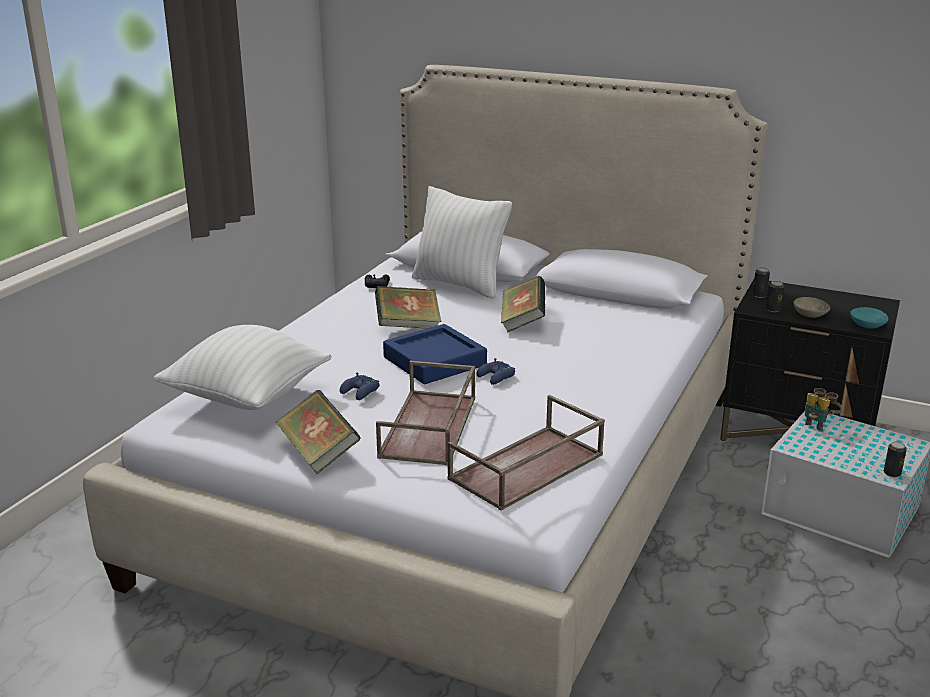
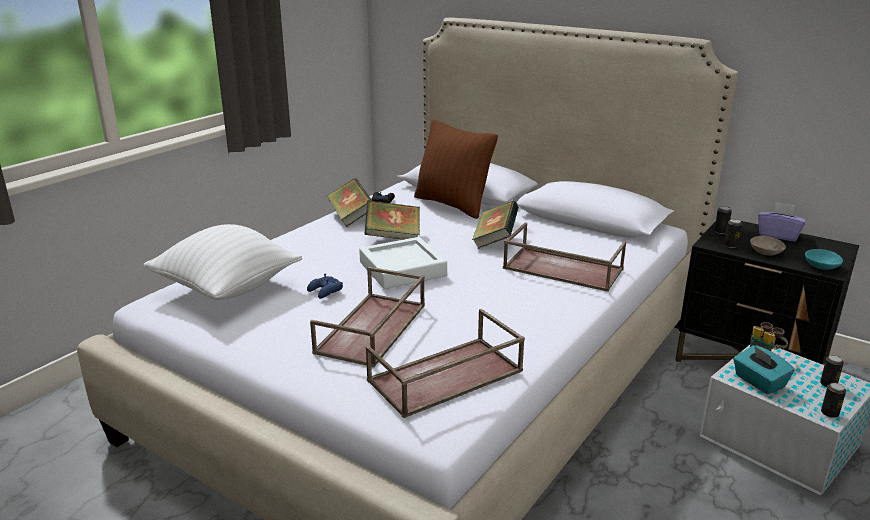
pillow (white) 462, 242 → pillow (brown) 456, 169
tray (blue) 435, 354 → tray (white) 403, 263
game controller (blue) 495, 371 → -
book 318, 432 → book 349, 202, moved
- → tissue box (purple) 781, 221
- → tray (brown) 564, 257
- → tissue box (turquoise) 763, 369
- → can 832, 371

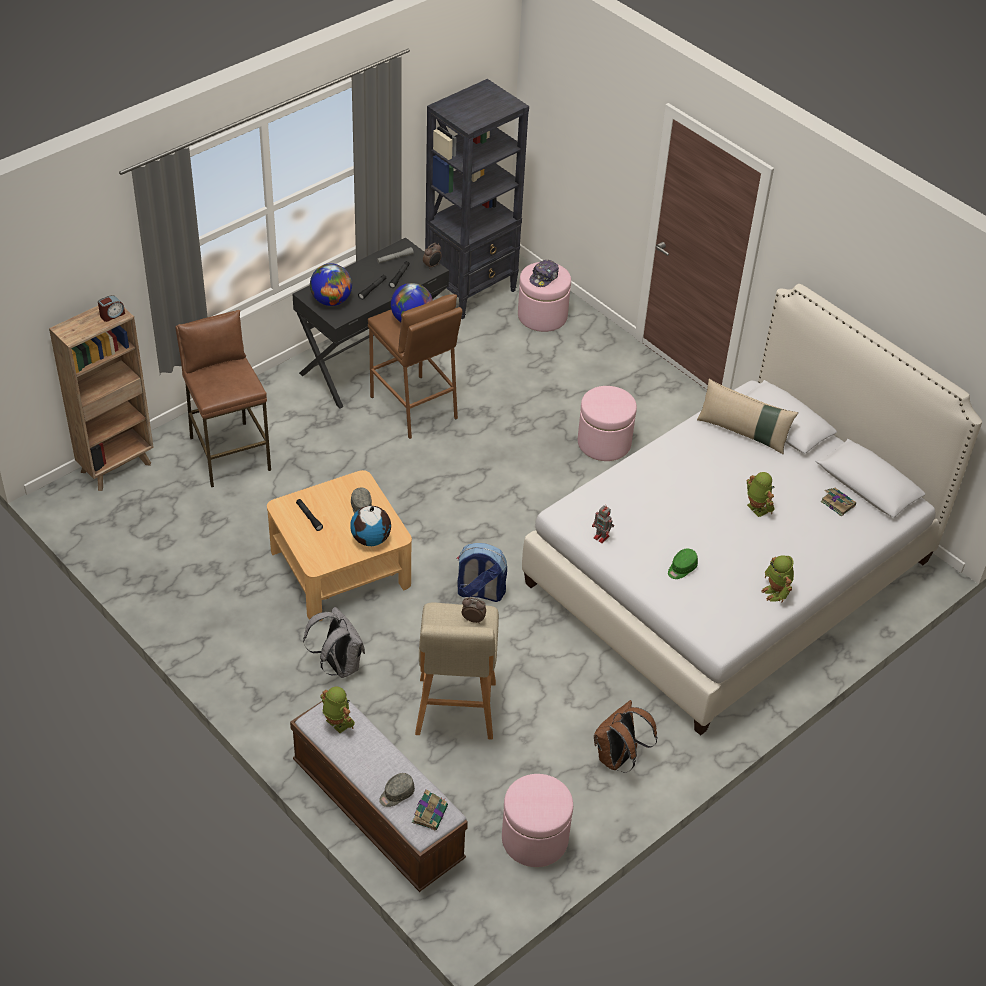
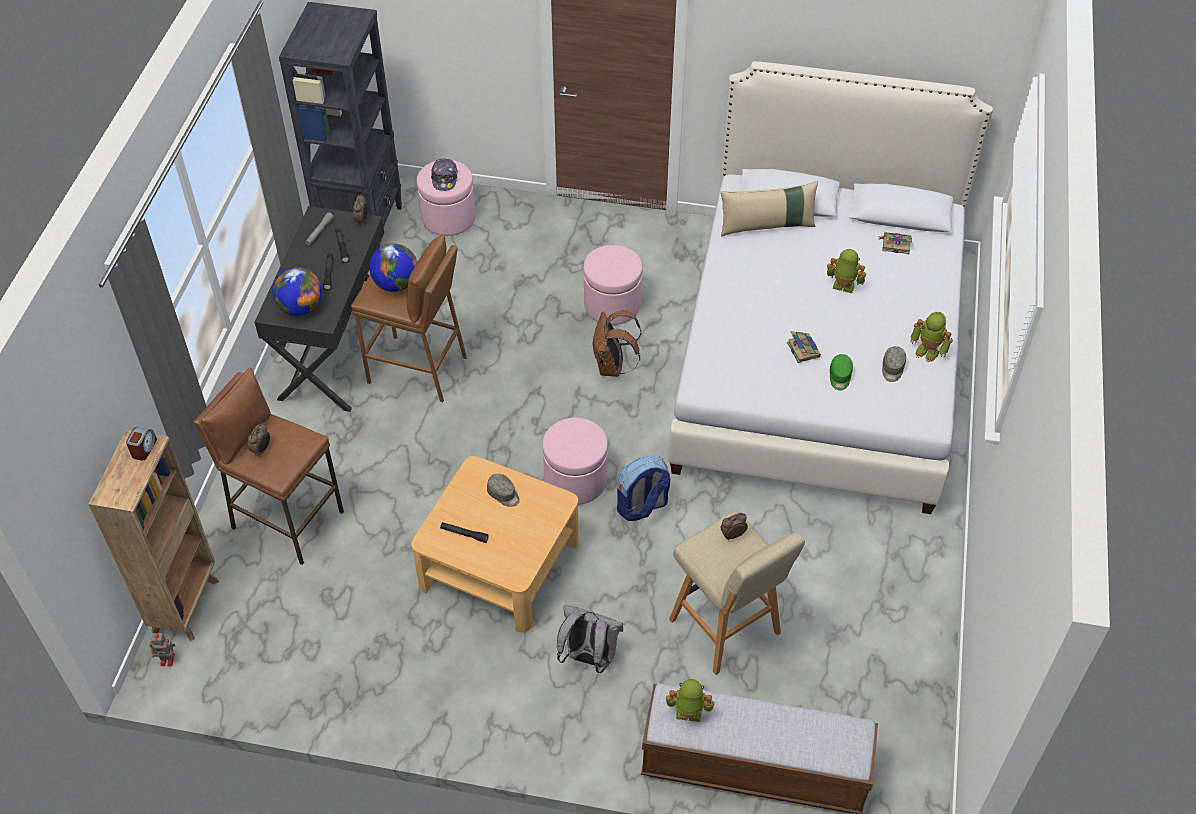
toy robot 603, 524 → toy robot 162, 649, moved
globe 370, 526 → -
backpack (brown) 625, 736 → backpack (brown) 616, 343, moved
cap (grey) 397, 790 → cap (grey) 894, 364, moved
ottoman (pink) 537, 820 → ottoman (pink) 575, 461, moved
book 430, 809 → book 804, 347, moved
- → alarm clock 259, 440

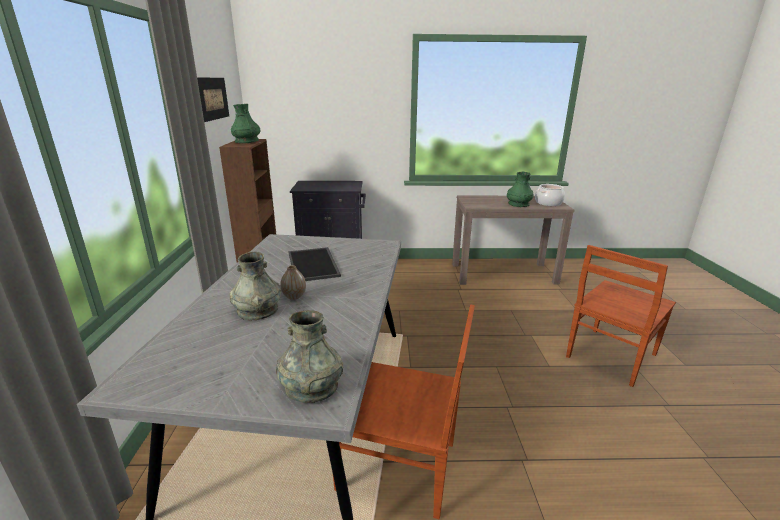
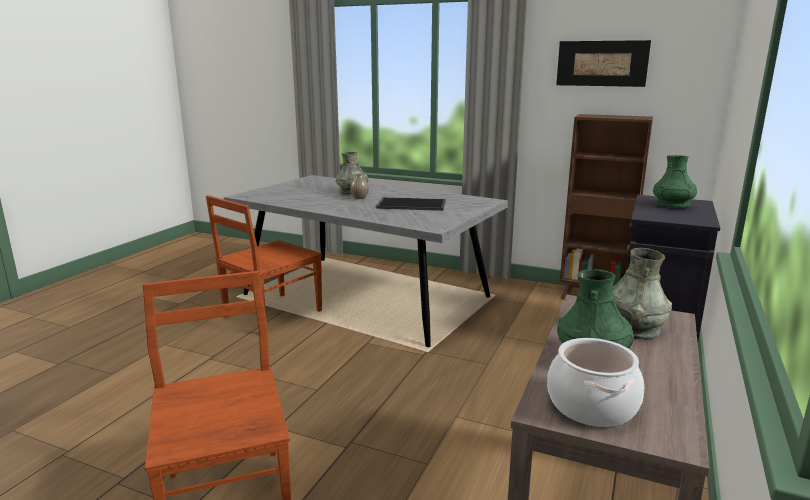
vase (green) 245, 123 → vase (green) 675, 181, moved
vase (grey) 309, 356 → vase (grey) 642, 294, moved

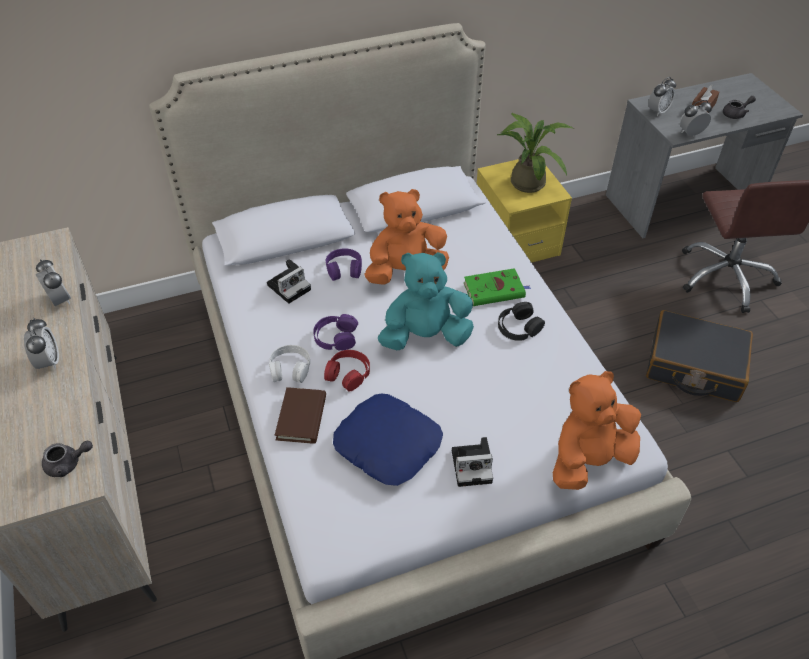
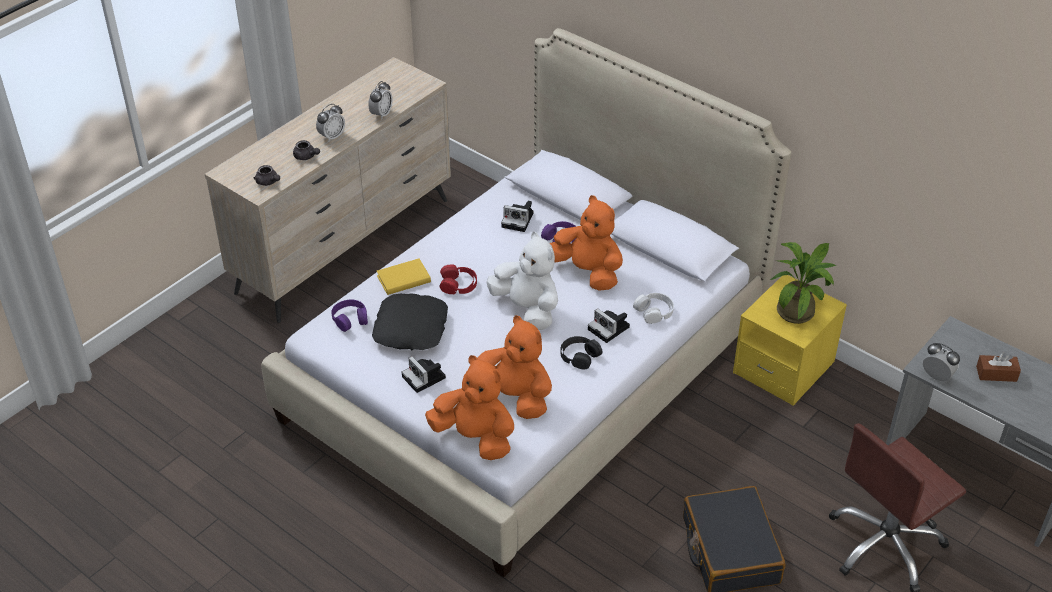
alarm clock 662, 96 → -
teapot (grey) 739, 107 → teapot (grey) 306, 150, moved
plush toy (turquoise) 426, 301 → plush toy (white) 522, 281
book (green) 497, 287 → photo camera 609, 325
headphones (purple) 335, 332 → headphones (purple) 349, 316, moved
headphones (white) 289, 364 → headphones (white) 653, 308, moved
book (brown) 300, 415 → book (yellow) 404, 277
pillow (blue) 388, 440 → pillow (black) 410, 322
- → plush toy (orange) 515, 367

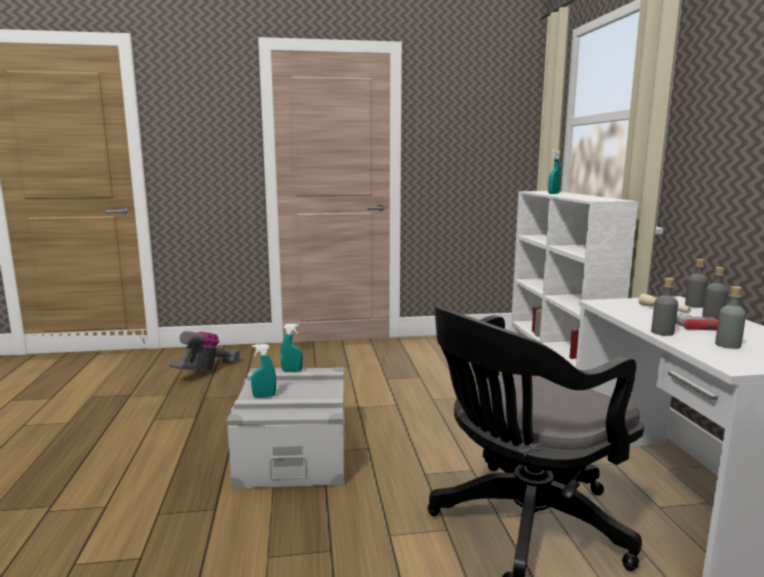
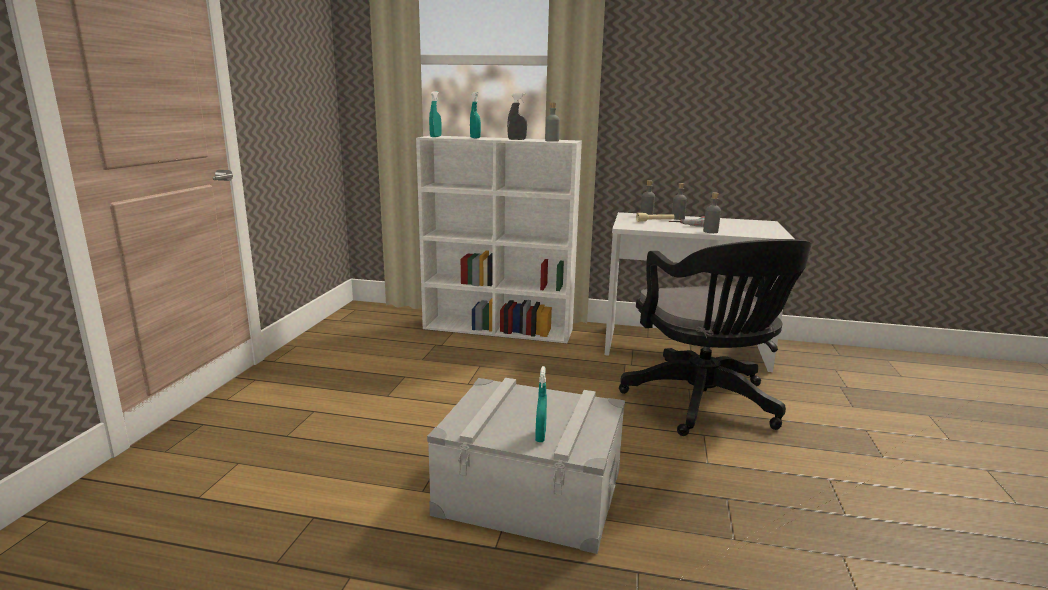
bottle (grey) 730, 317 → bottle (grey) 552, 122, moved
spray bottle (turquoise) 292, 348 → spray bottle (turquoise) 435, 114, moved
vacuum cleaner 205, 351 → -
- → spray bottle (grey) 517, 116

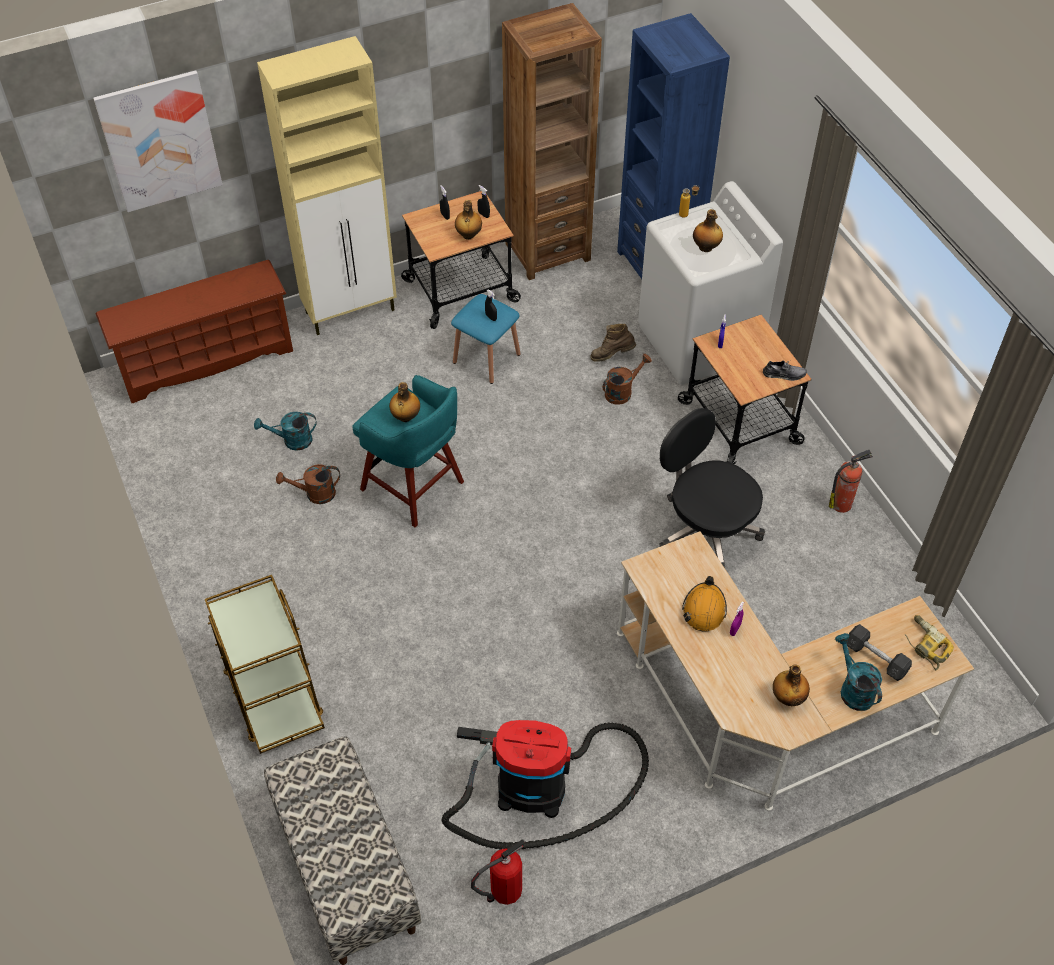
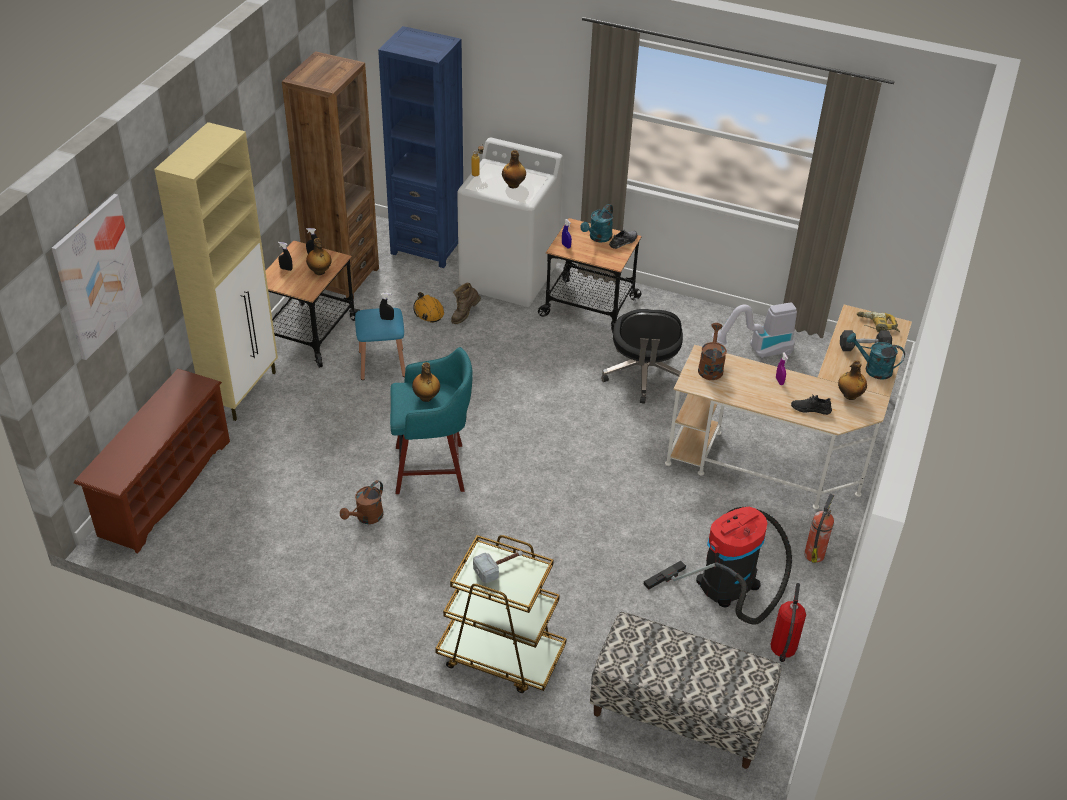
watering can (brown) 627, 379 → watering can (brown) 712, 351, moved
office chair (black) 712, 488 → office chair (black) 642, 356, 90 degrees counterclockwise
watering can (turquoise) 285, 431 → watering can (turquoise) 596, 223, moved
fire extinguisher 851, 481 → fire extinguisher 819, 528, moved
hard hat (orange) 704, 604 → hard hat (orange) 428, 307, moved
- → vacuum cleaner 754, 330
- → shoe (black) 811, 404
- → hammer 498, 567

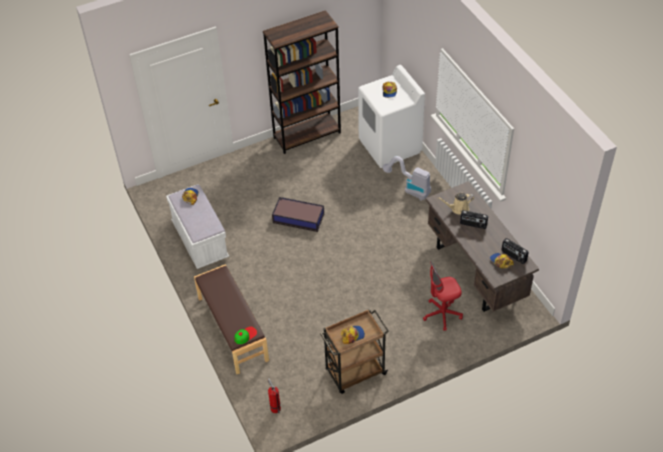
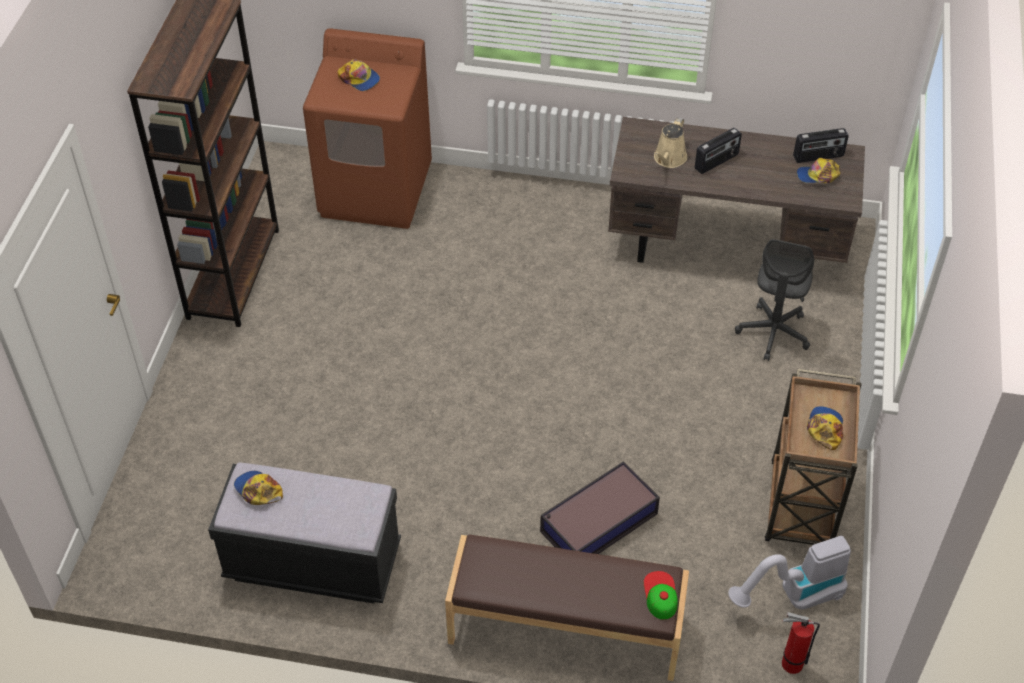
washing machine (white) 391, 116 → washing machine (brown) 367, 128
vacuum cleaner 407, 178 → vacuum cleaner 789, 572, moved
bench (white) 197, 226 → bench (black) 304, 532
storage box 298, 214 → storage box 600, 507, moved
office chair (red) 443, 296 → office chair (grey) 774, 300

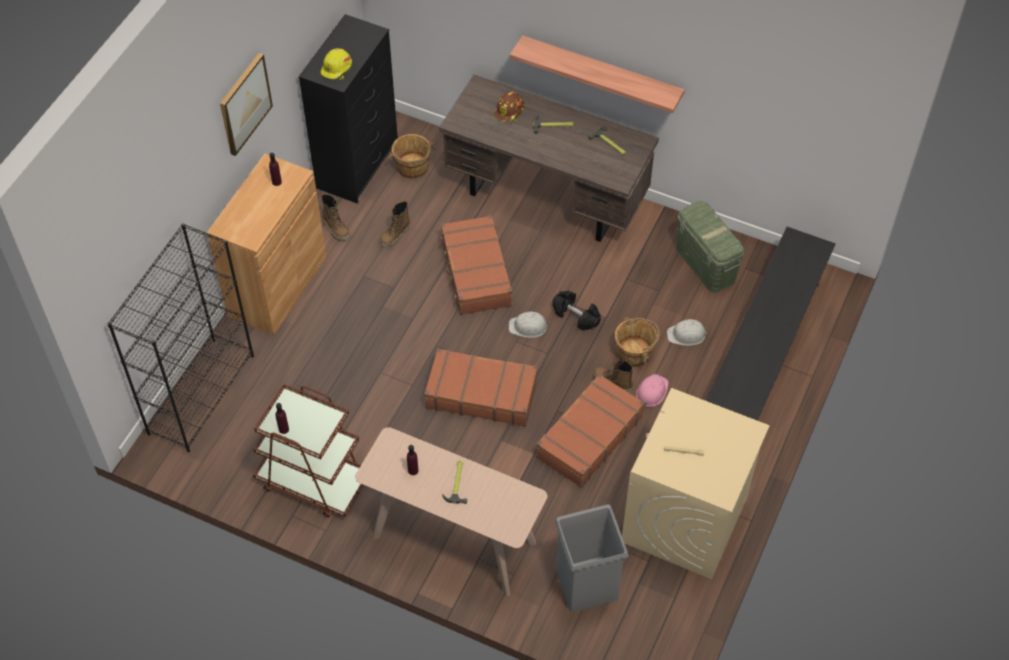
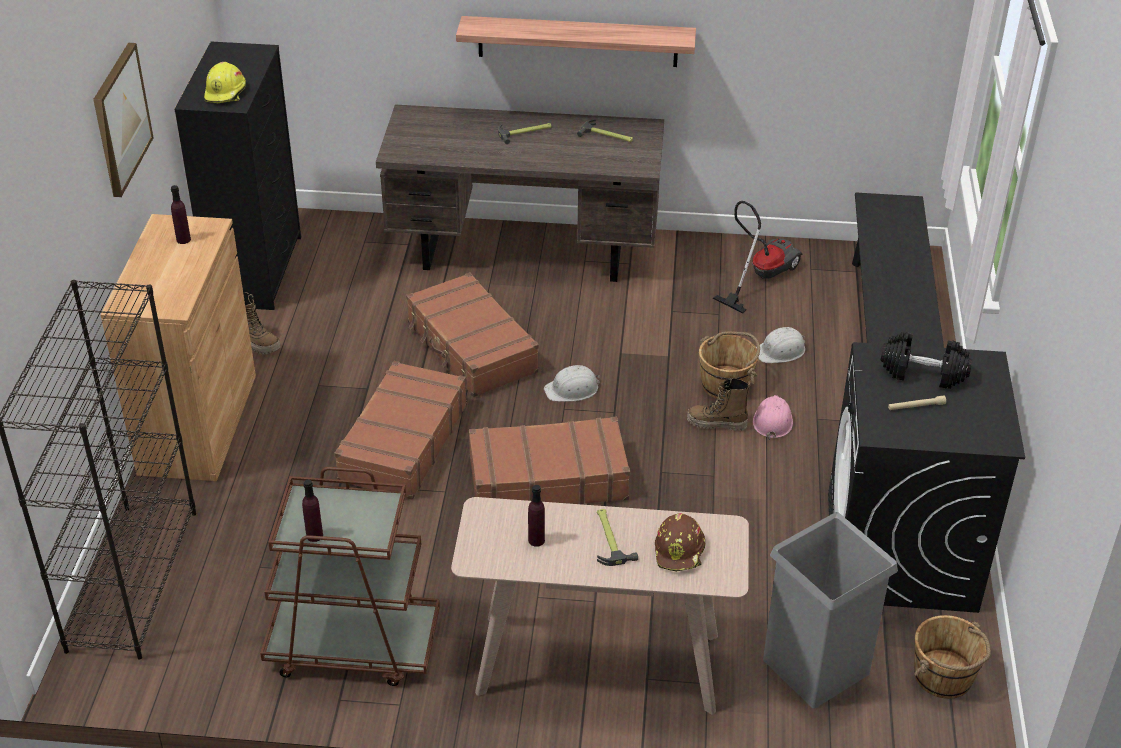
hard hat (brown) 509, 107 → hard hat (brown) 680, 542, moved
bucket (brown) 411, 156 → bucket (brown) 952, 657, moved
boot 395, 224 → -
storage box (green) 710, 247 → vacuum cleaner 758, 257
dumbbell (black) 576, 311 → dumbbell (black) 926, 360, moved
suitcase (brown) 590, 431 → suitcase (brown) 400, 430, moved
washing machine (beige) 696, 483 → washing machine (black) 926, 477

